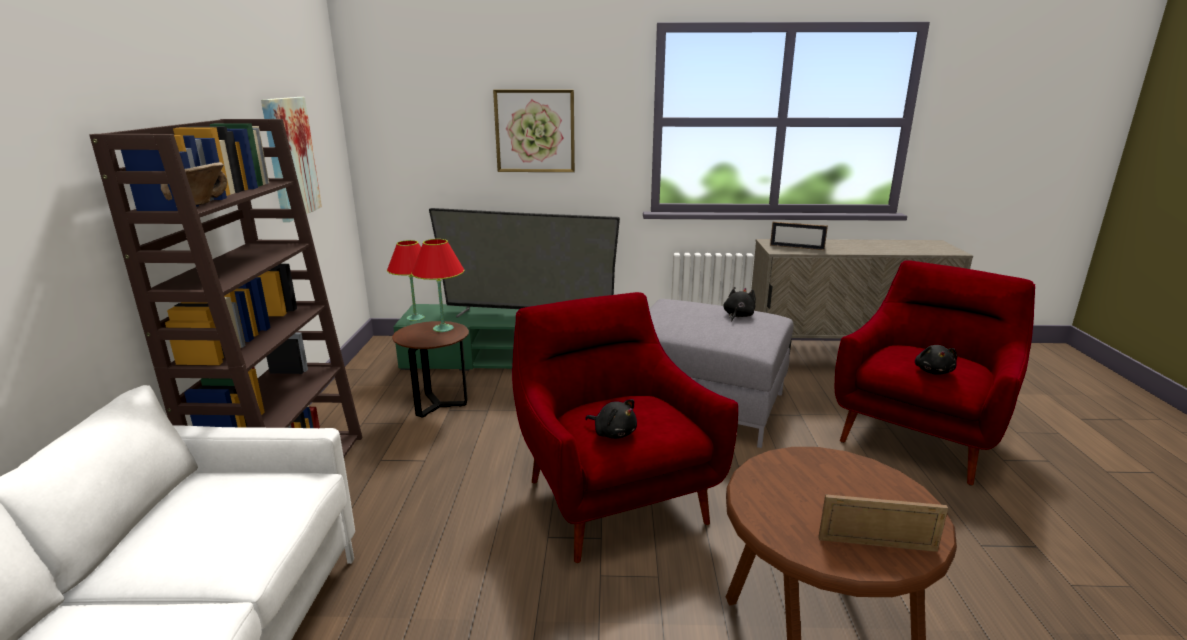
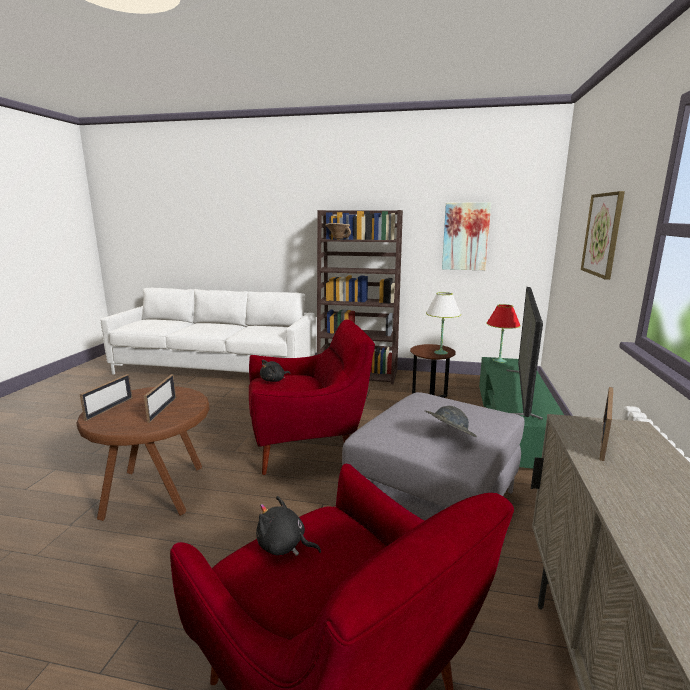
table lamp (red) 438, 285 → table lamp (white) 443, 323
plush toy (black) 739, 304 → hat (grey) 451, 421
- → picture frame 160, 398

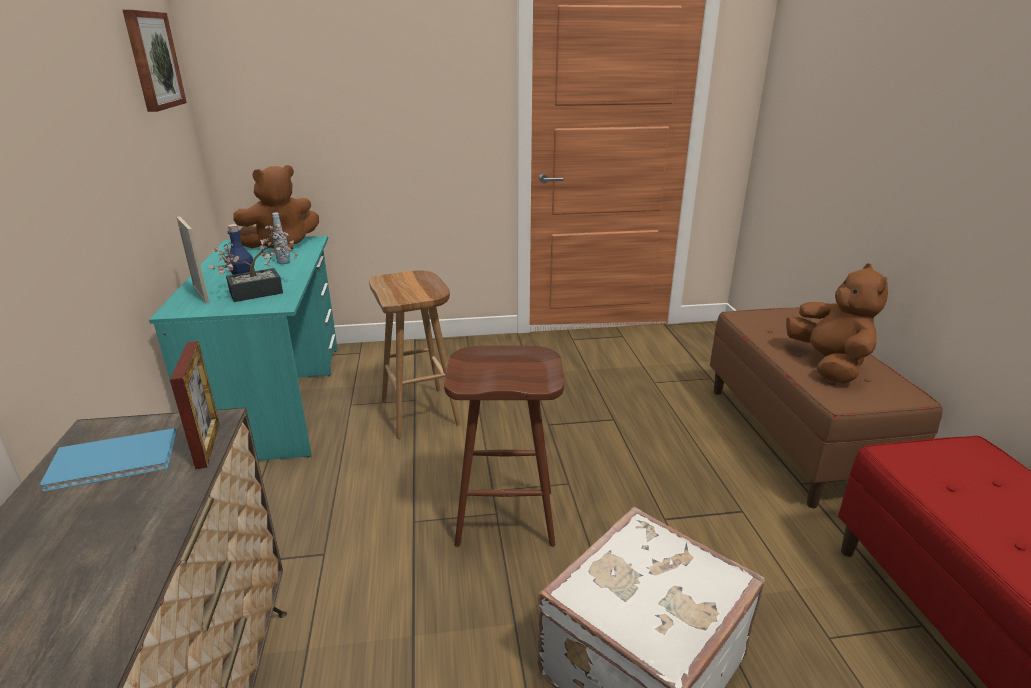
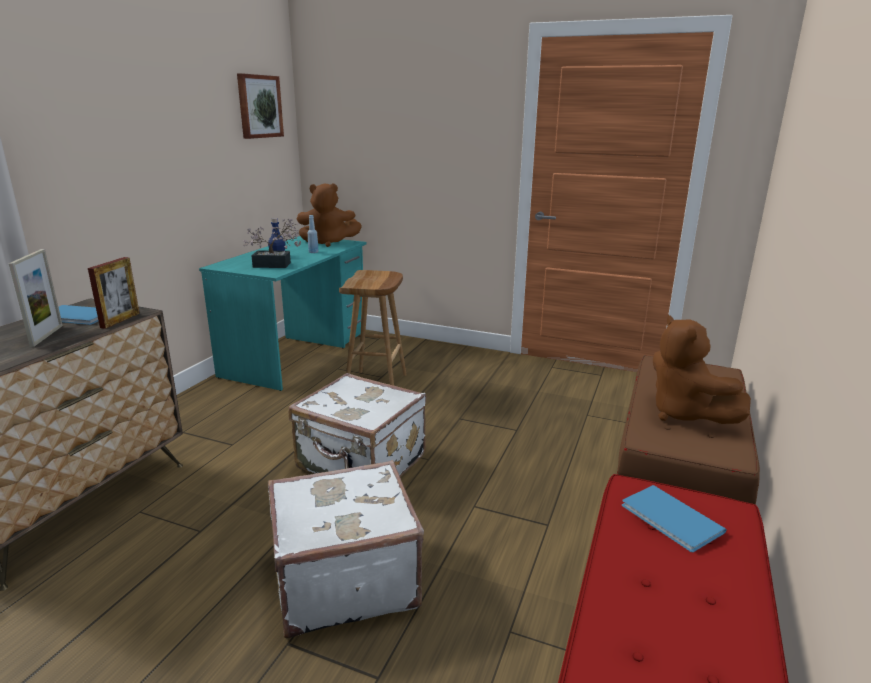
picture frame 192, 260 → picture frame 36, 298, moved
plush toy (brown) 837, 323 → plush toy (brown) 702, 369, 135 degrees clockwise
stool (brown) 504, 446 → suitcase (white) 357, 425
- → book (blue) 674, 518

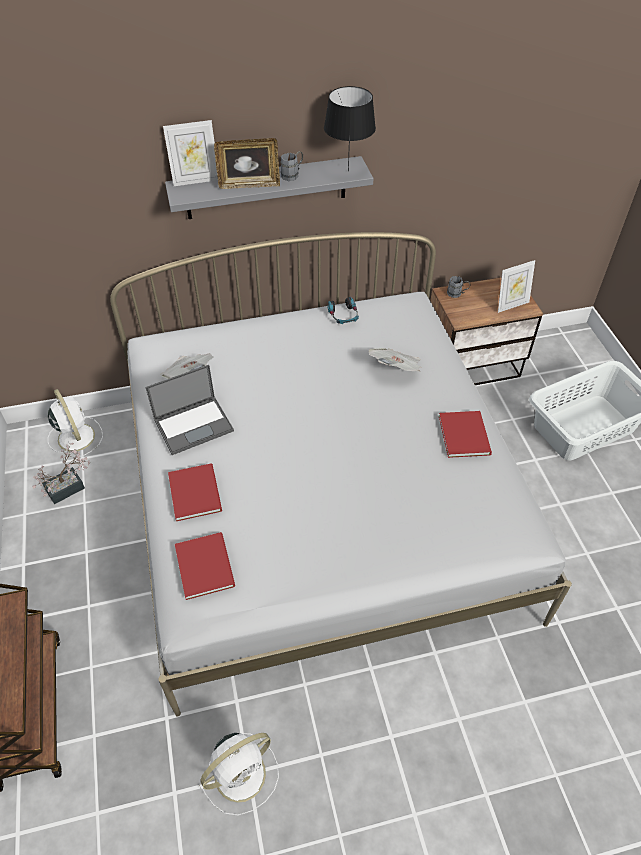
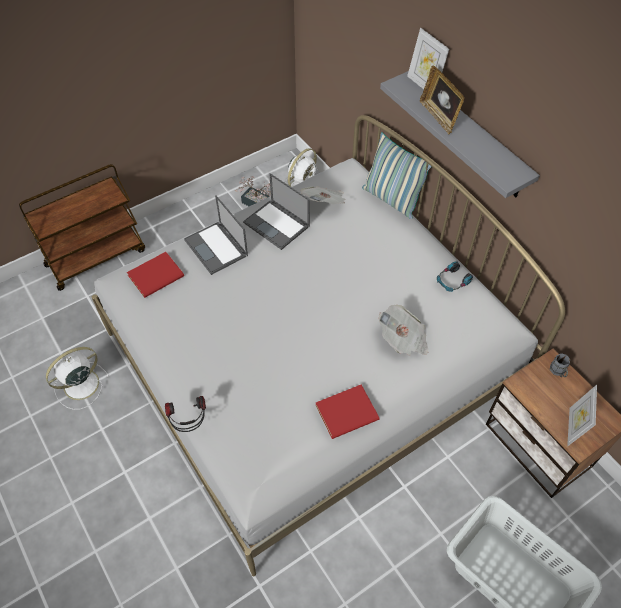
table lamp (black) 350, 128 → -
mug (grey) 292, 166 → -
picture frame 516, 286 → picture frame 582, 415, 60 degrees clockwise
book (red) 195, 492 → laptop 216, 235
fan (white) 239, 774 → fan (white) 78, 378, 105 degrees clockwise
- → pillow 397, 175
- → headphones 185, 414

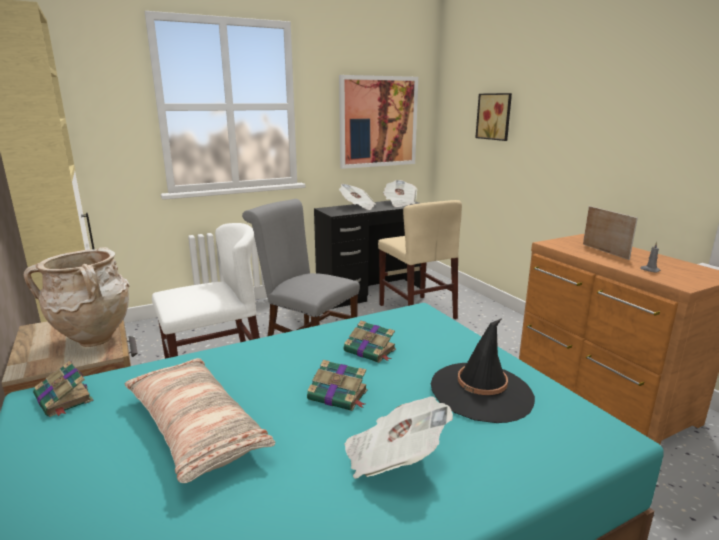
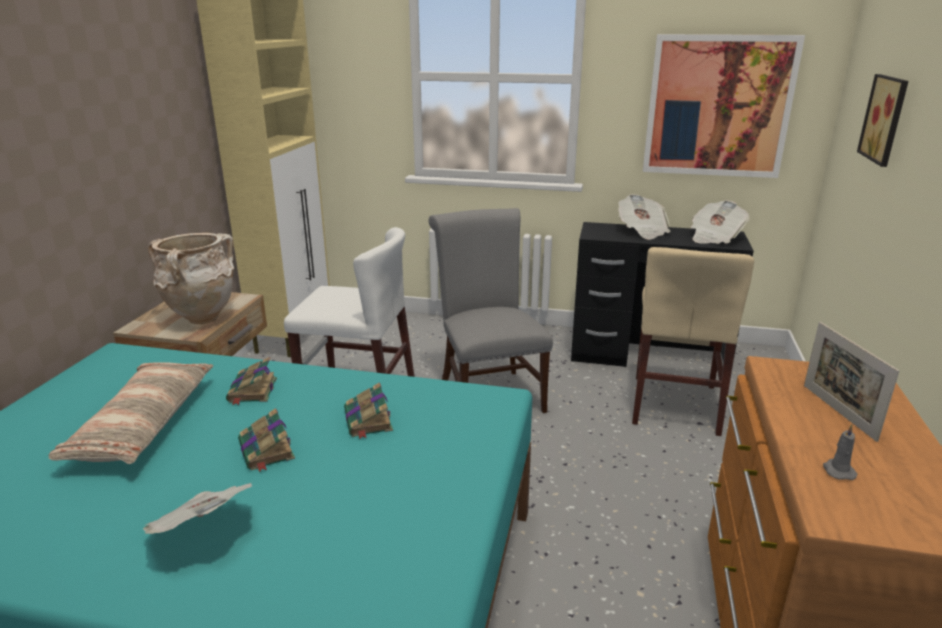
picture frame 610, 233 → picture frame 851, 382, 150 degrees clockwise
hat (black) 483, 370 → -
book 63, 388 → book 251, 381, moved

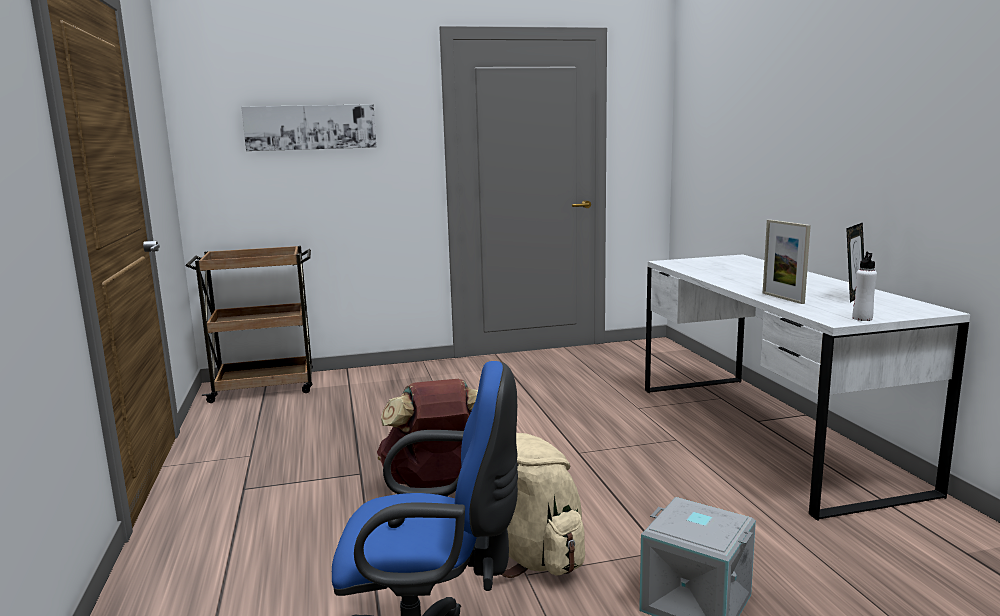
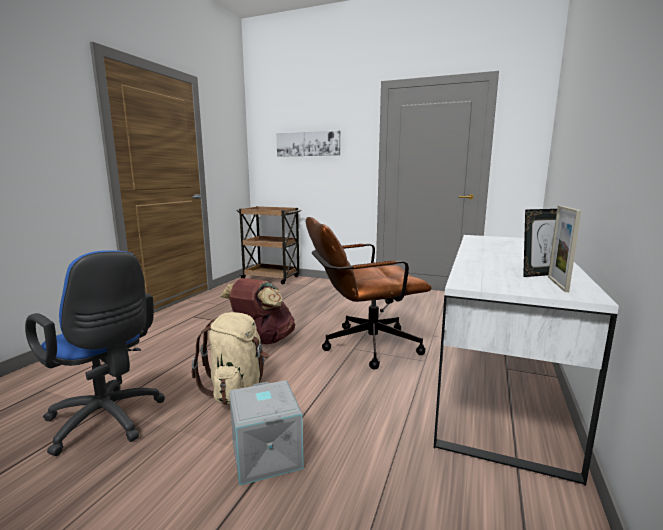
picture frame 786, 262 → picture frame 564, 249, moved
bottle (white) 865, 286 → -
- → office chair (brown) 369, 293

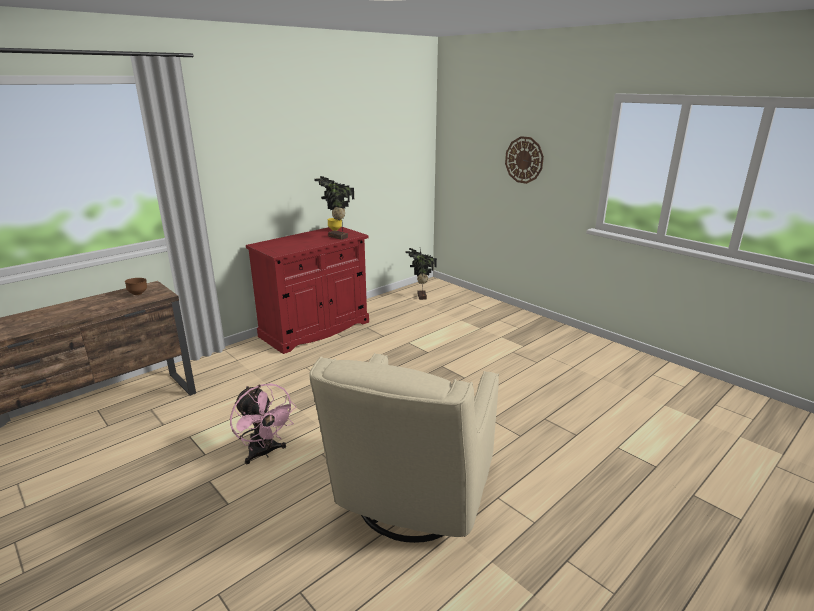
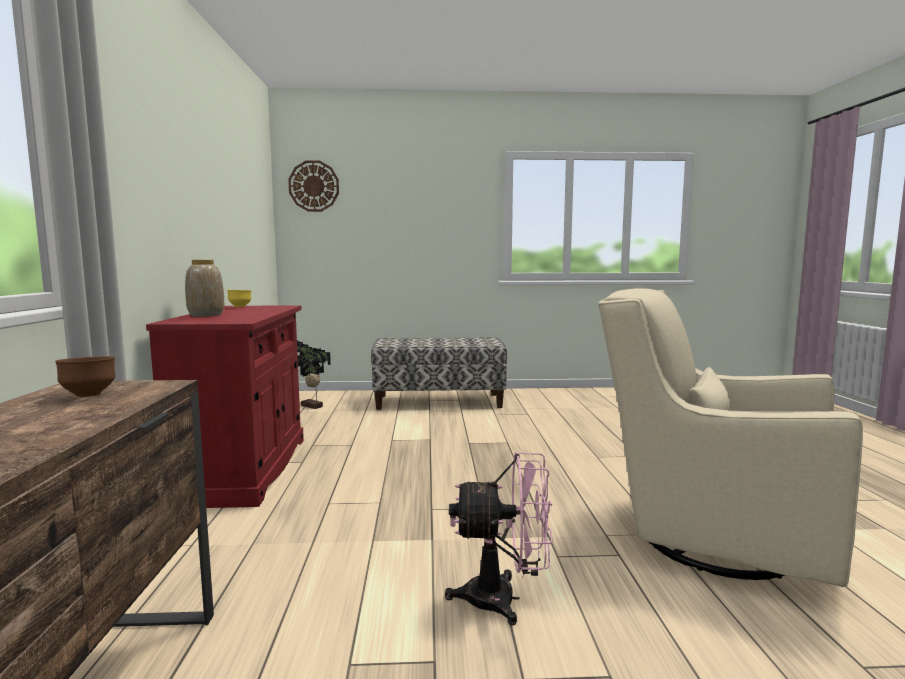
wall clock 524, 160 → wall clock 313, 186, moved
potted plant 334, 208 → -
armchair (beige) 404, 448 → armchair (beige) 730, 437, 150 degrees clockwise
- → vase 204, 288
- → bench 439, 373

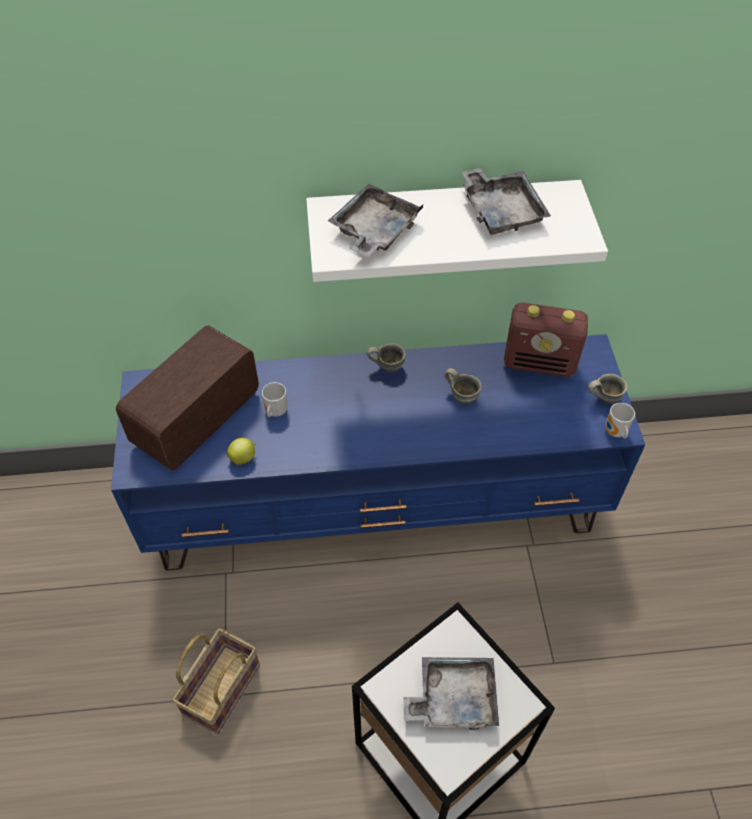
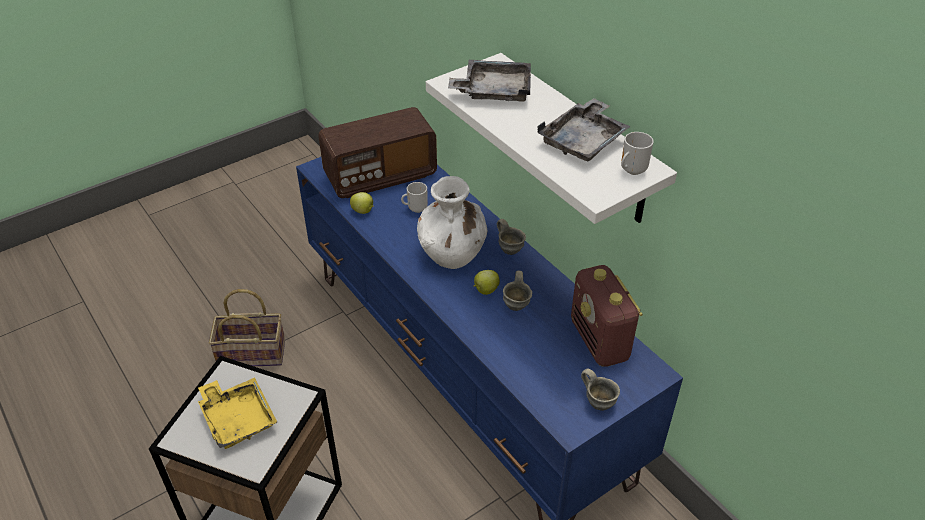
radio 187, 397 → radio 377, 152, 150 degrees clockwise
mug 620, 420 → mug 637, 153, moved
tray (grey) 451, 693 → tray (yellow) 238, 413
- → vase (white) 452, 222
- → apple 487, 282

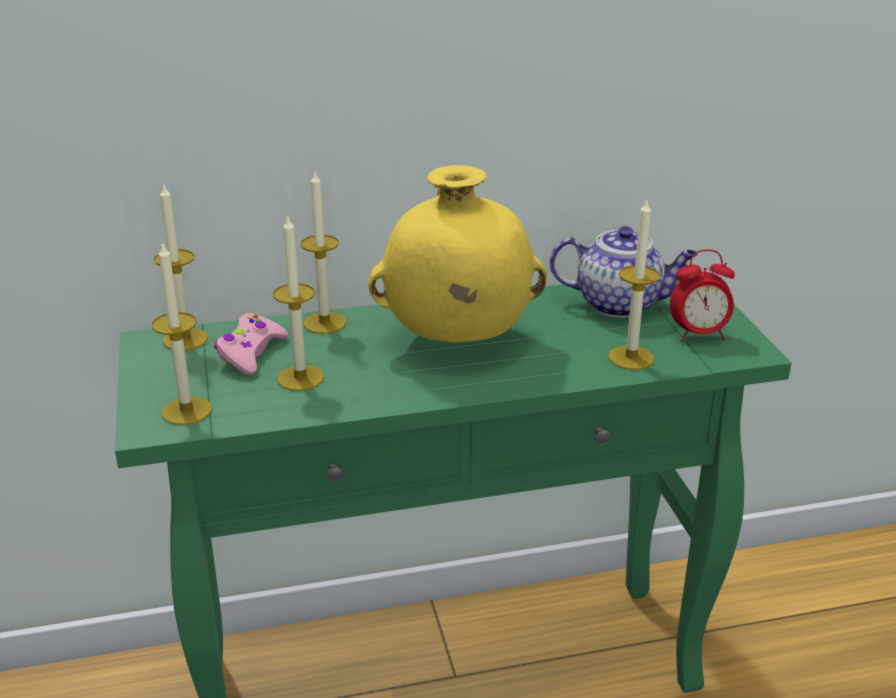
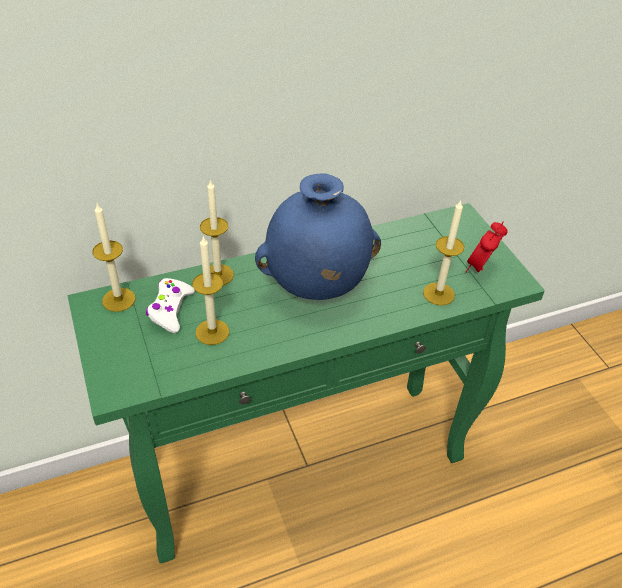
vase (yellow) 457, 254 → vase (blue) 318, 236
teapot 624, 271 → -
candle 182, 333 → -
alarm clock 702, 295 → alarm clock 486, 247, 135 degrees clockwise
game controller (pink) 251, 344 → game controller (white) 170, 305

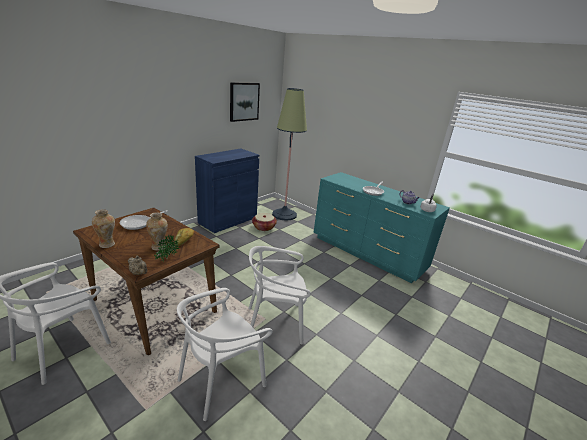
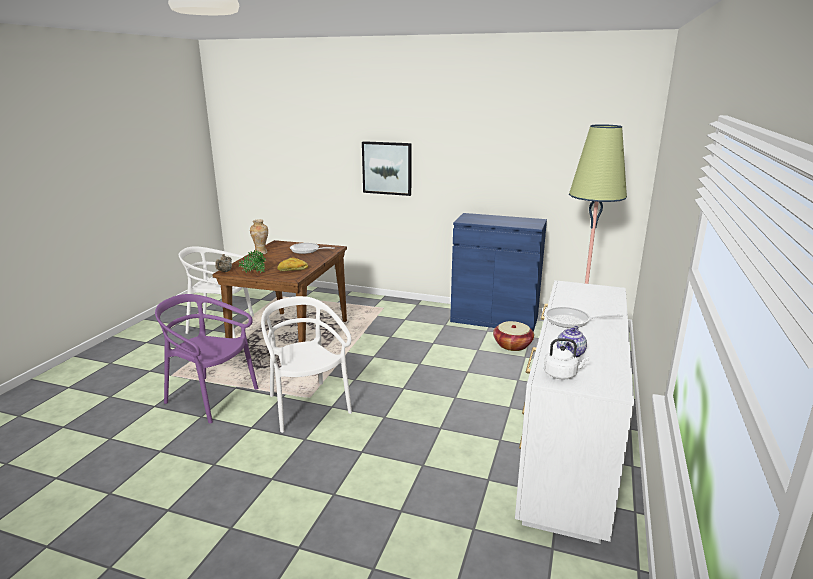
picture 245, 102 → picture 387, 168, moved
dresser (turquoise) 382, 227 → dresser (white) 574, 412
vase 157, 231 → -
chair (white) 225, 354 → chair (purple) 206, 359

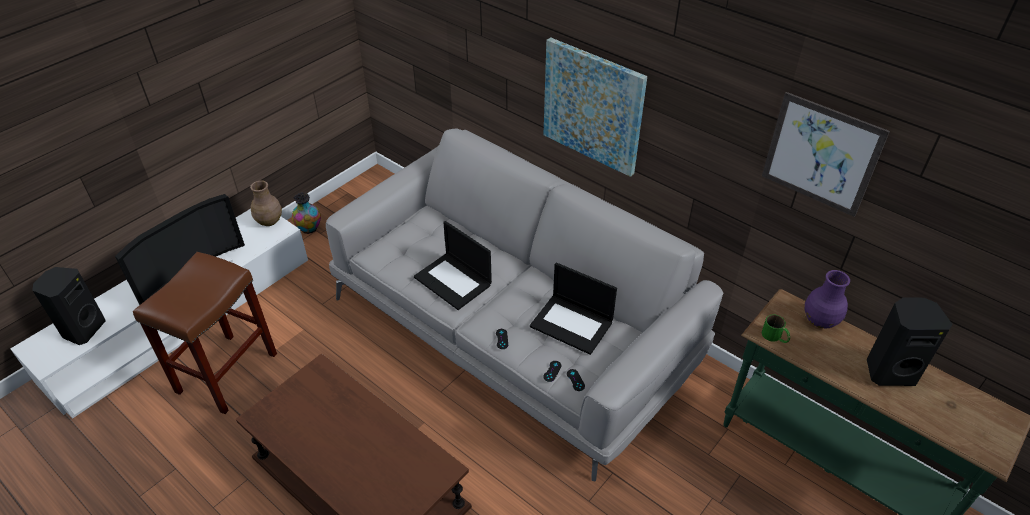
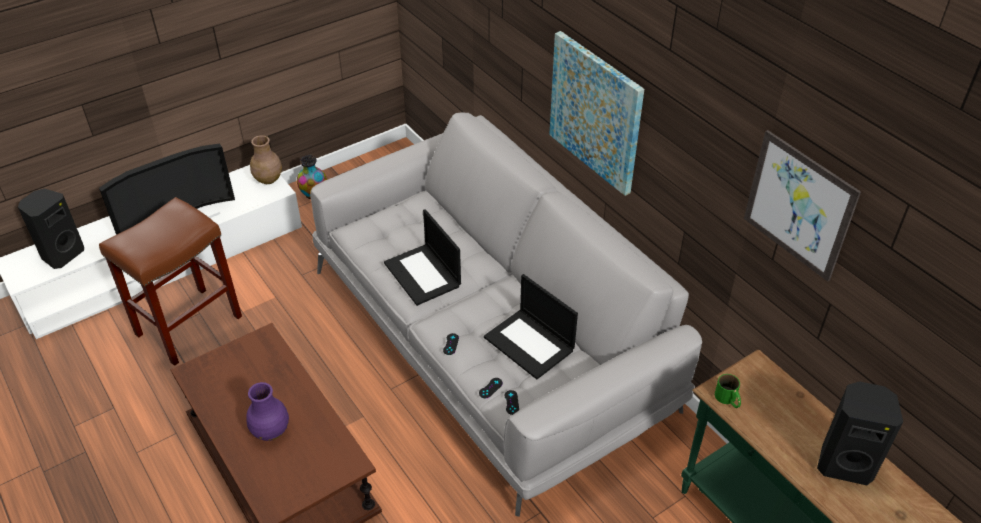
vase (purple) 827, 299 → vase (purple) 267, 411, moved

